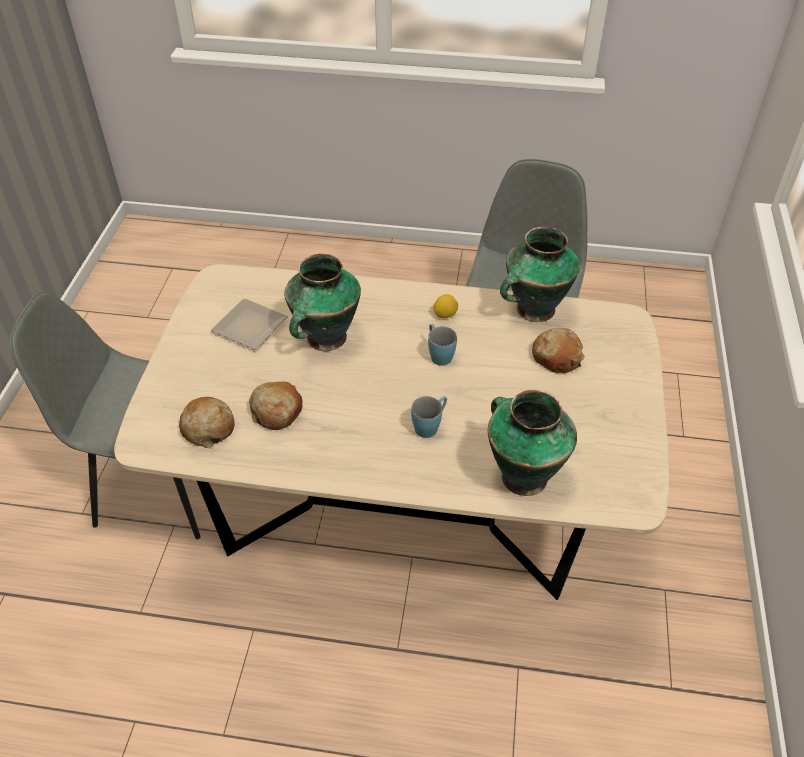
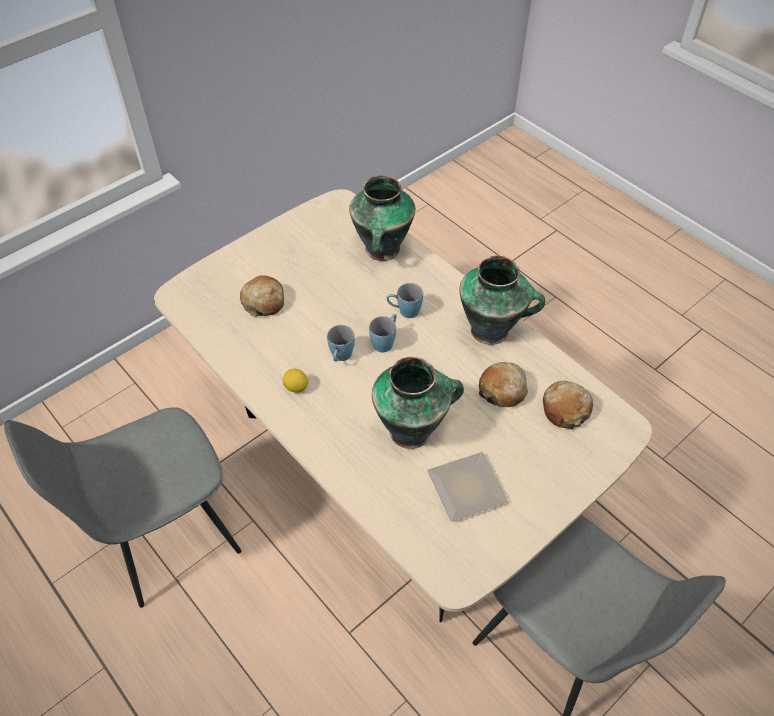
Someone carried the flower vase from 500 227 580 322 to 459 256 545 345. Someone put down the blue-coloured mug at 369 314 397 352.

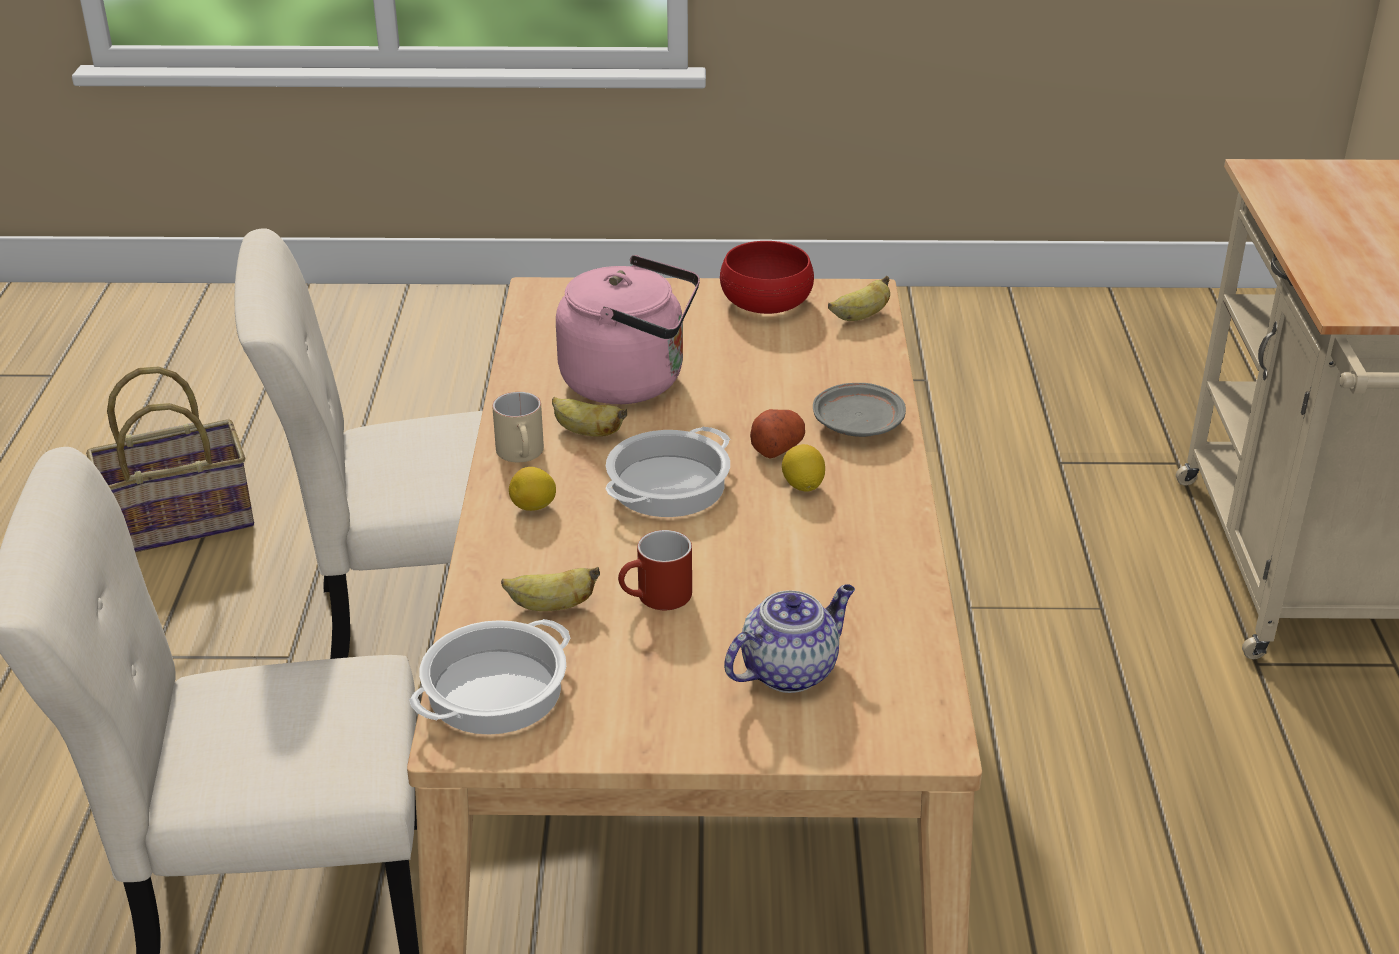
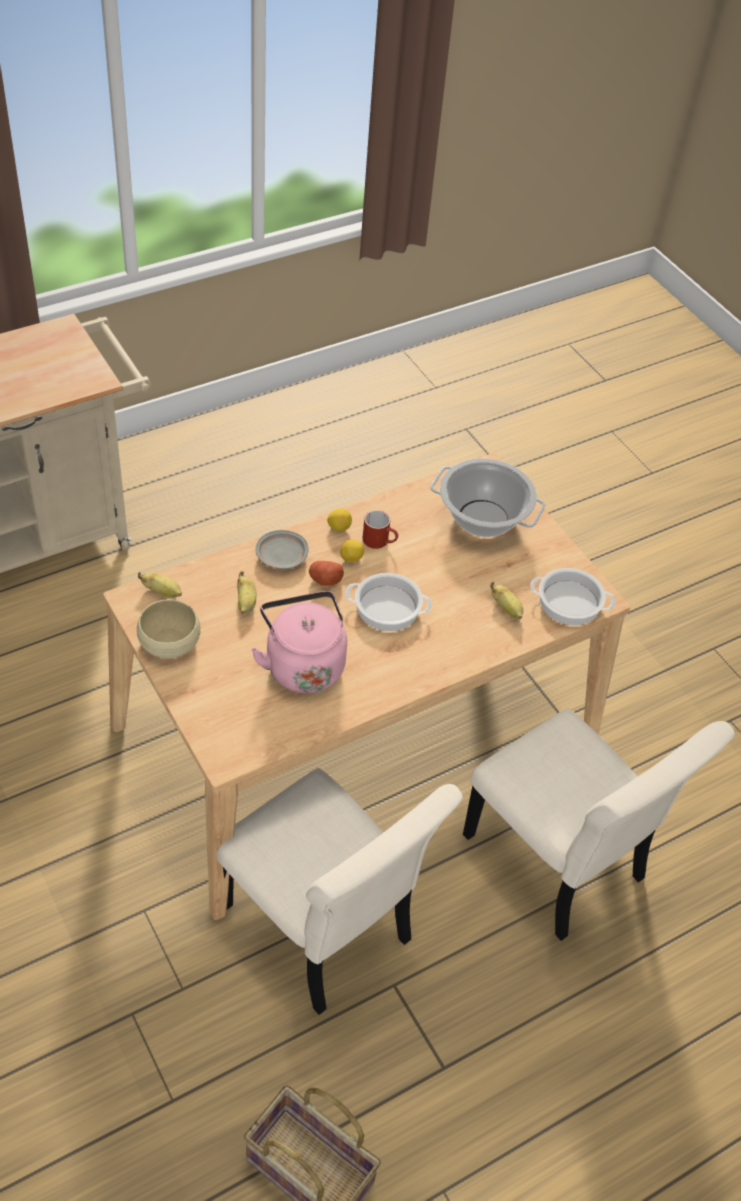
Someone repainted the red deep dish at 720 241 814 314, which became the sand-coloured deep dish at 137 599 201 658. Someone took away the sand-coloured mug at 492 392 544 462. Someone carried the banana from 552 397 627 437 to 237 571 256 614. Someone carried the whole lemon from 509 467 556 511 to 327 508 352 531. Someone carried the red mug from 618 530 692 610 to 363 510 398 549. Someone swapped the tea pot at 724 584 855 693 for the saucepot at 430 459 545 537.

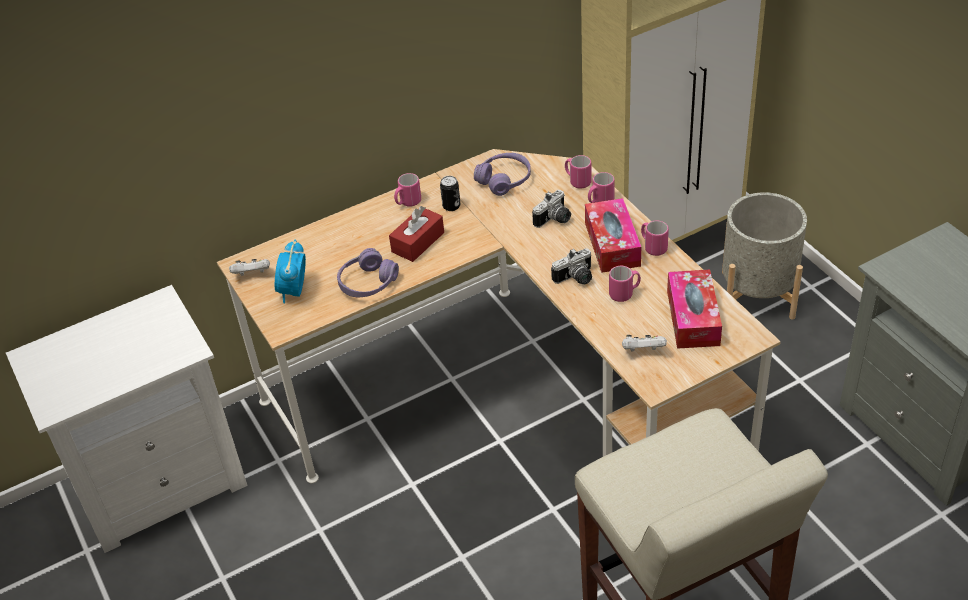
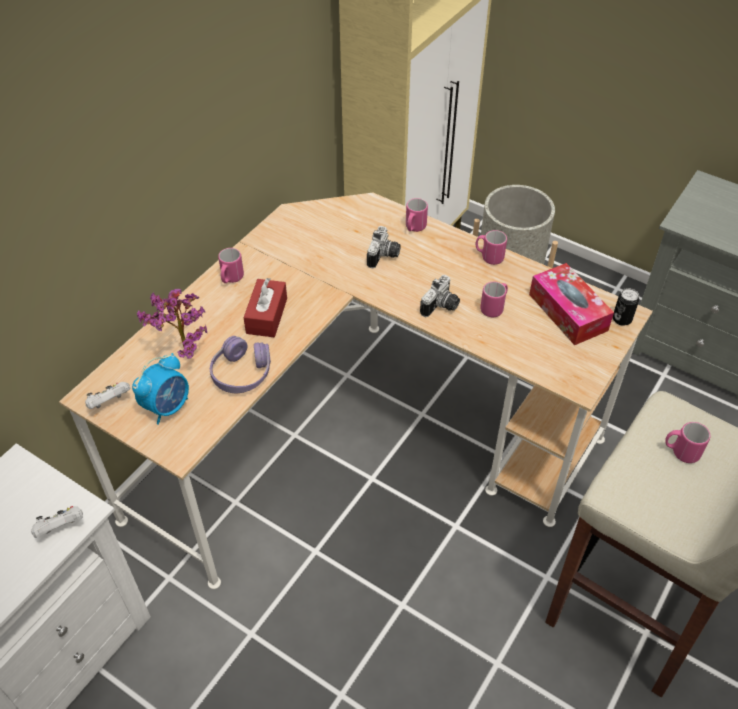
Someone took away the purplish pair of headphones at 474 153 531 196. Someone carried the pink mug from 565 155 592 189 to 665 422 710 463. Someone carried the metal can from 440 176 460 211 to 613 288 639 326. Someone took away the tissue holder at 585 198 641 273. Someone rotated the bedside clock at 275 240 306 303 by 120 degrees counterclockwise. Someone carried the whitish gamepad from 622 335 667 352 to 31 506 83 538. Someone put down the houseplant at 137 289 207 359.

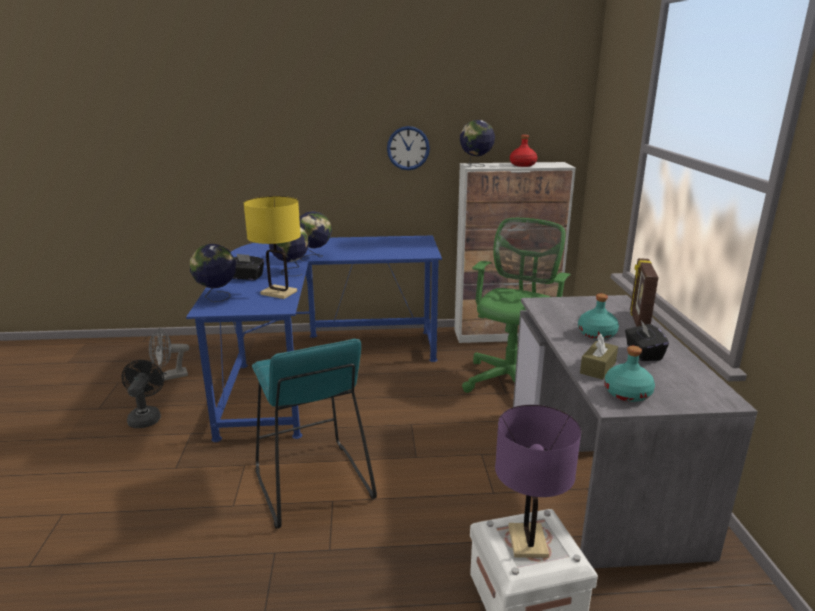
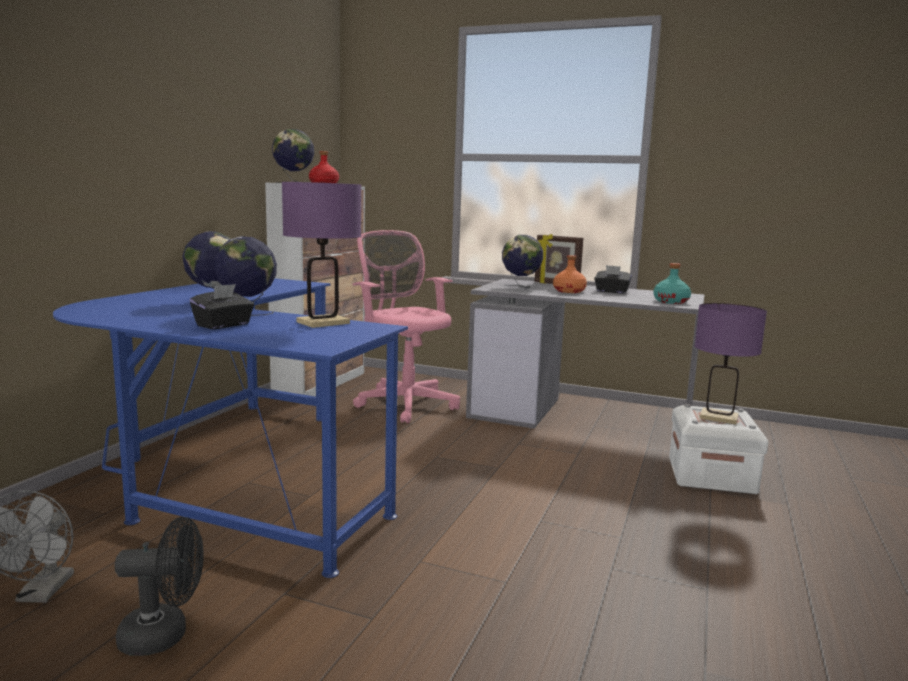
Someone took away the wall clock at 387 126 430 170. Someone repainted the yellowish lamp for a table at 244 196 301 299, which became the purplish lamp for a table at 282 182 361 328. Someone repainted the green-coloured office chair at 462 218 571 393, which became the pink office chair at 353 230 460 423. Someone carried the world globe from 190 244 236 302 to 502 235 543 288. Someone repainted the turquoise drink bottle at 578 294 619 339, which became the orange-coloured drink bottle at 553 255 587 293. Someone took away the brown-coloured tissue holder at 580 334 618 380. Someone took away the turquoise stool at 252 339 377 529. Someone rotated the black electric fan at 121 360 164 428 by 150 degrees clockwise.

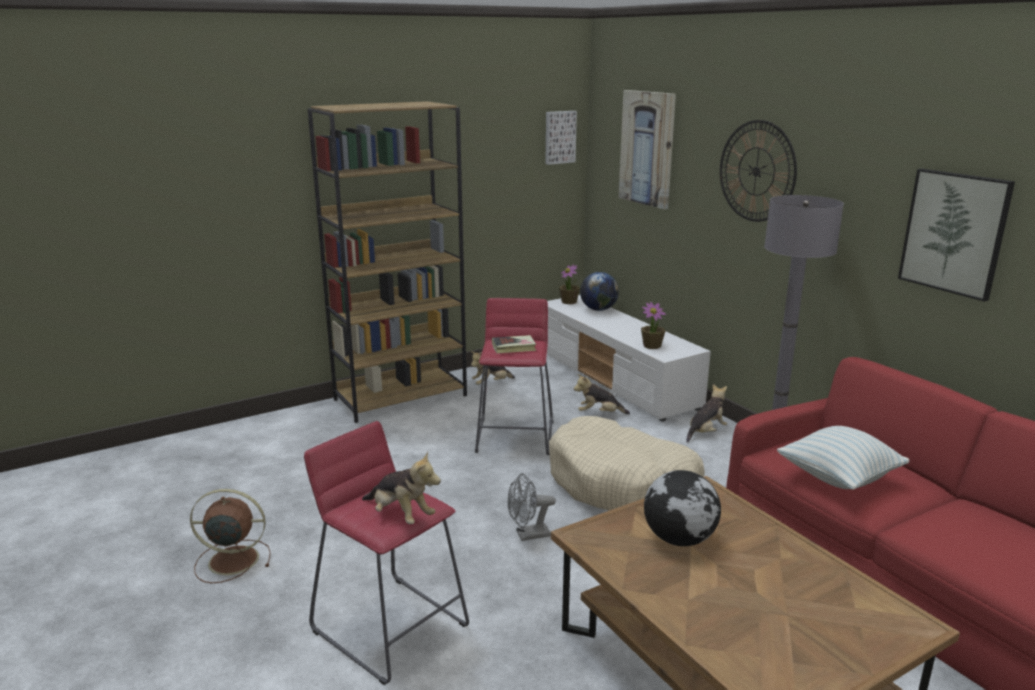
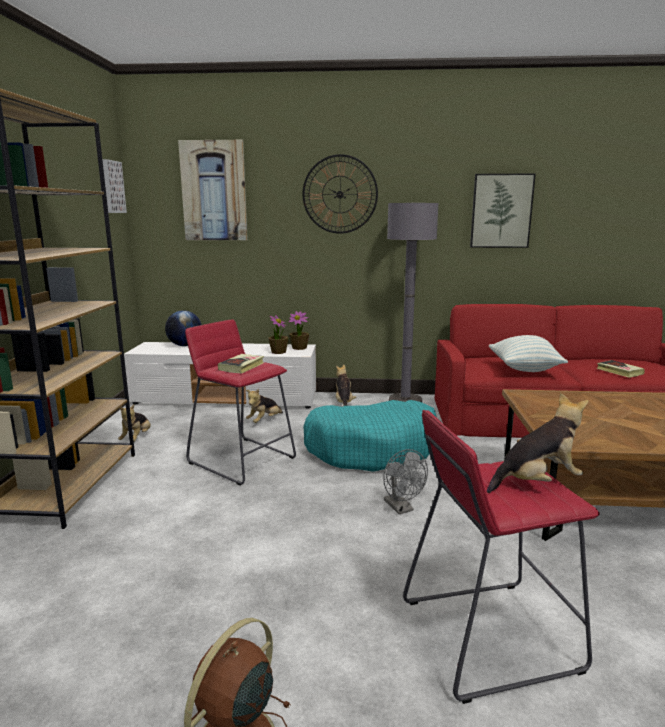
Someone carried the houseplant from 559 264 580 304 to 289 311 309 350. Someone repainted the sand-coloured dog cushion at 549 416 705 510, which became the turquoise dog cushion at 303 400 436 472. Someone took away the world globe at 644 470 721 546. Someone rotated the greyish electric fan at 508 473 556 541 by 45 degrees counterclockwise. Someone put down the book at 597 360 645 378.

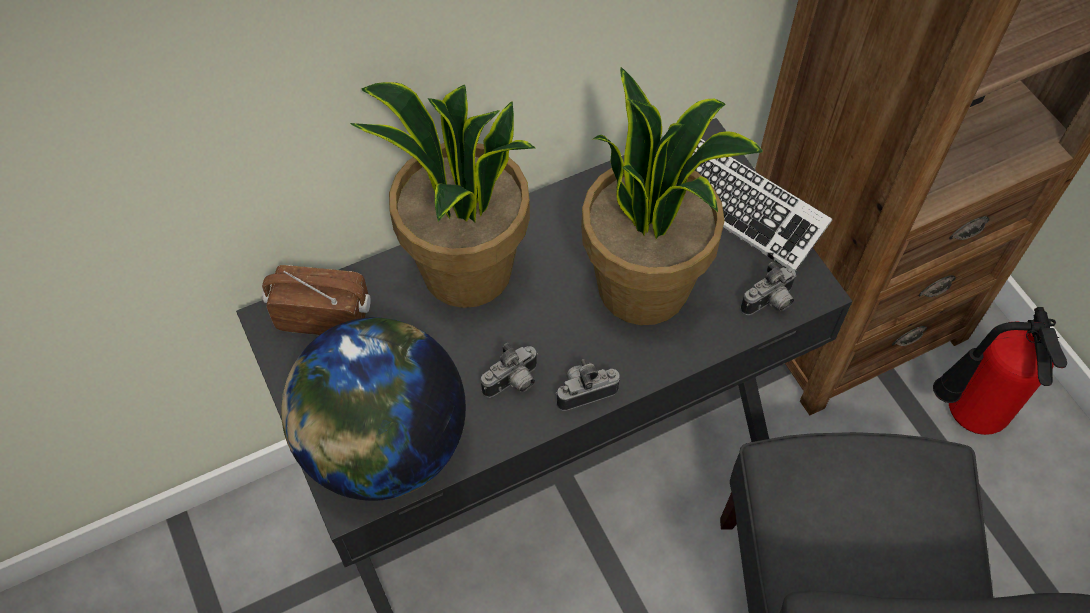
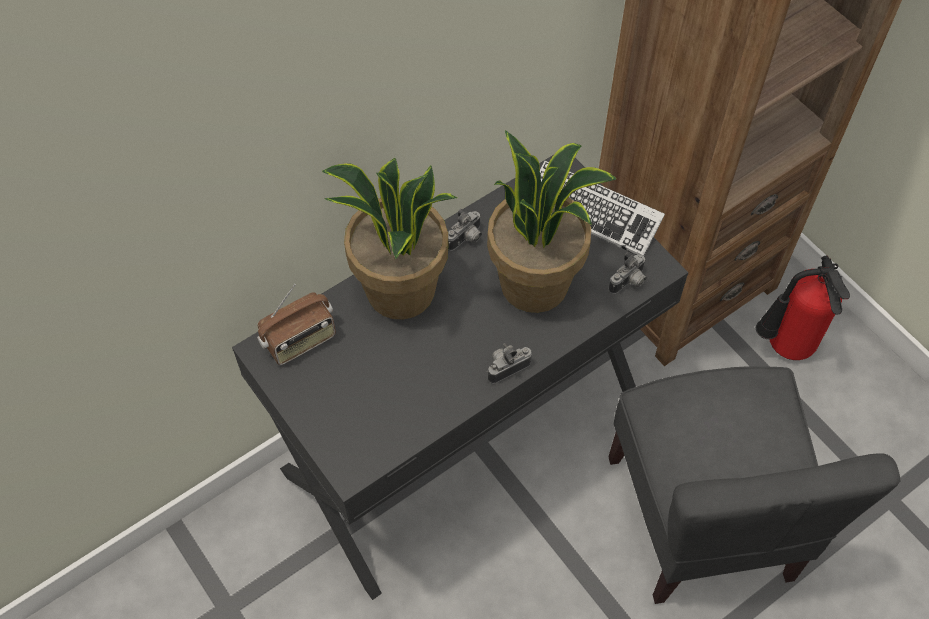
Someone rotated the radio set at 262 265 370 335 by 150 degrees clockwise. Someone took away the world globe at 281 318 466 501. Someone carried the photo camera from 481 343 538 398 to 448 209 482 251.

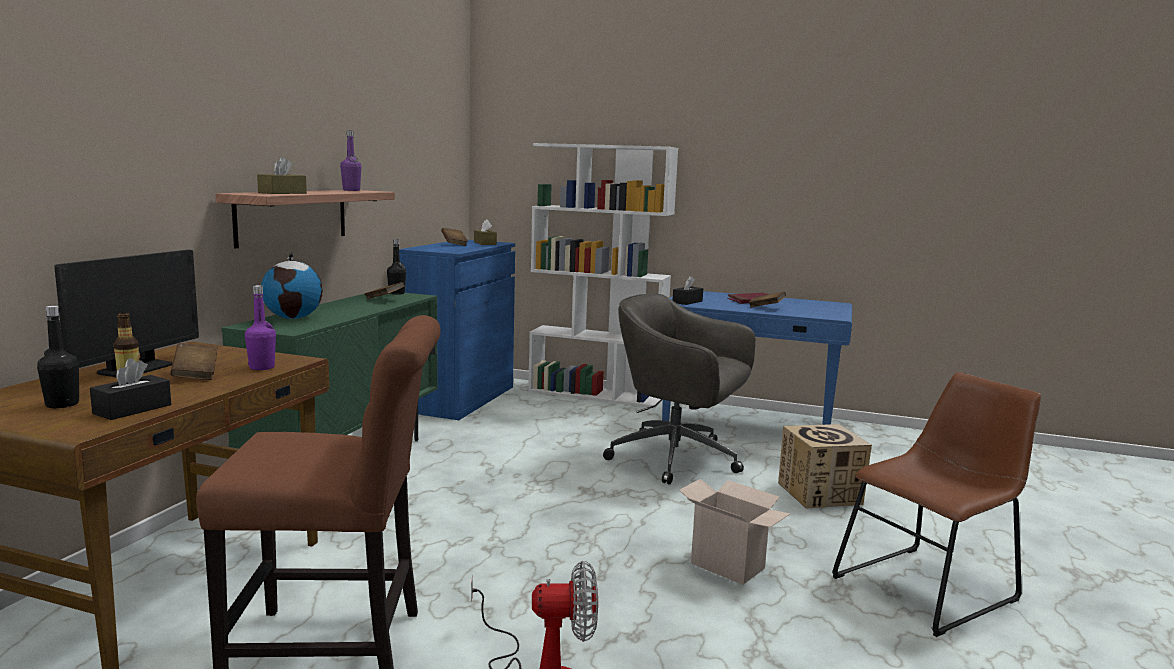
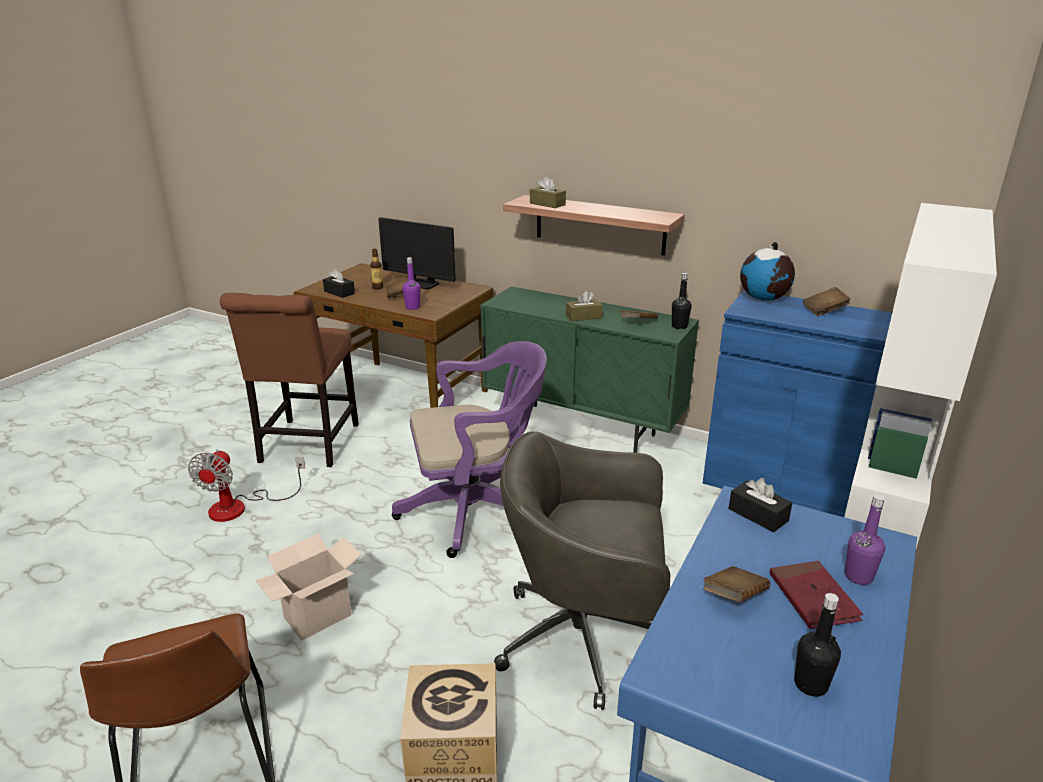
Someone carried the purplish drink bottle from 340 131 361 191 to 845 494 886 585. Someone carried the brown-coloured tissue holder from 474 219 497 245 to 566 291 603 321. Someone carried the world globe from 261 252 323 319 to 740 242 795 301. Someone rotated the greyish office chair at 603 294 756 485 by 120 degrees counterclockwise. Someone carried the black drink bottle from 37 306 79 408 to 794 593 841 697. Someone put down the purplish office chair at 392 341 547 558.

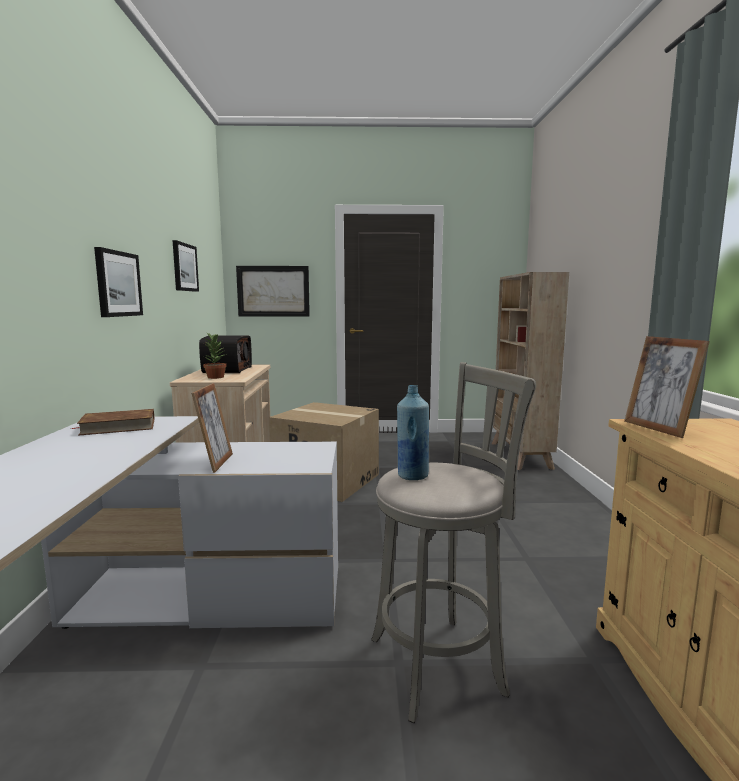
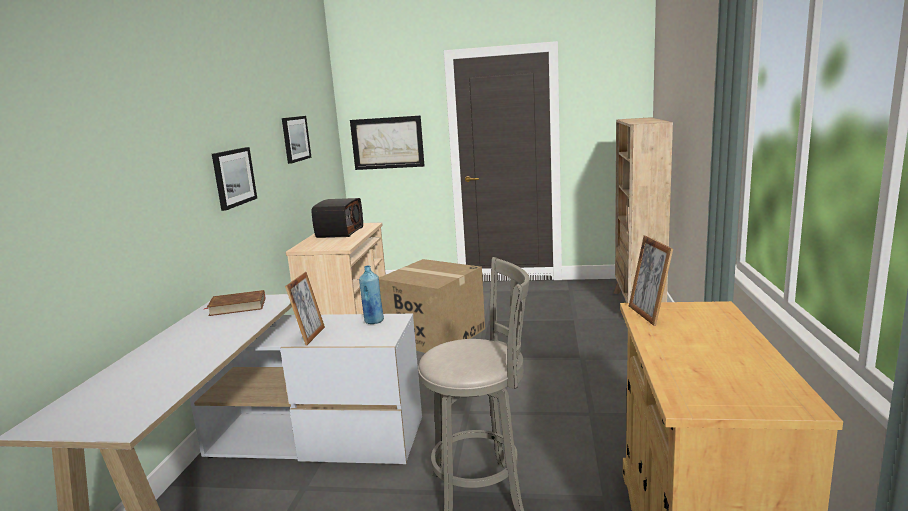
Someone took away the houseplant at 203 332 227 379. Someone carried the blue-coloured drink bottle from 397 385 429 480 to 359 265 384 324.

